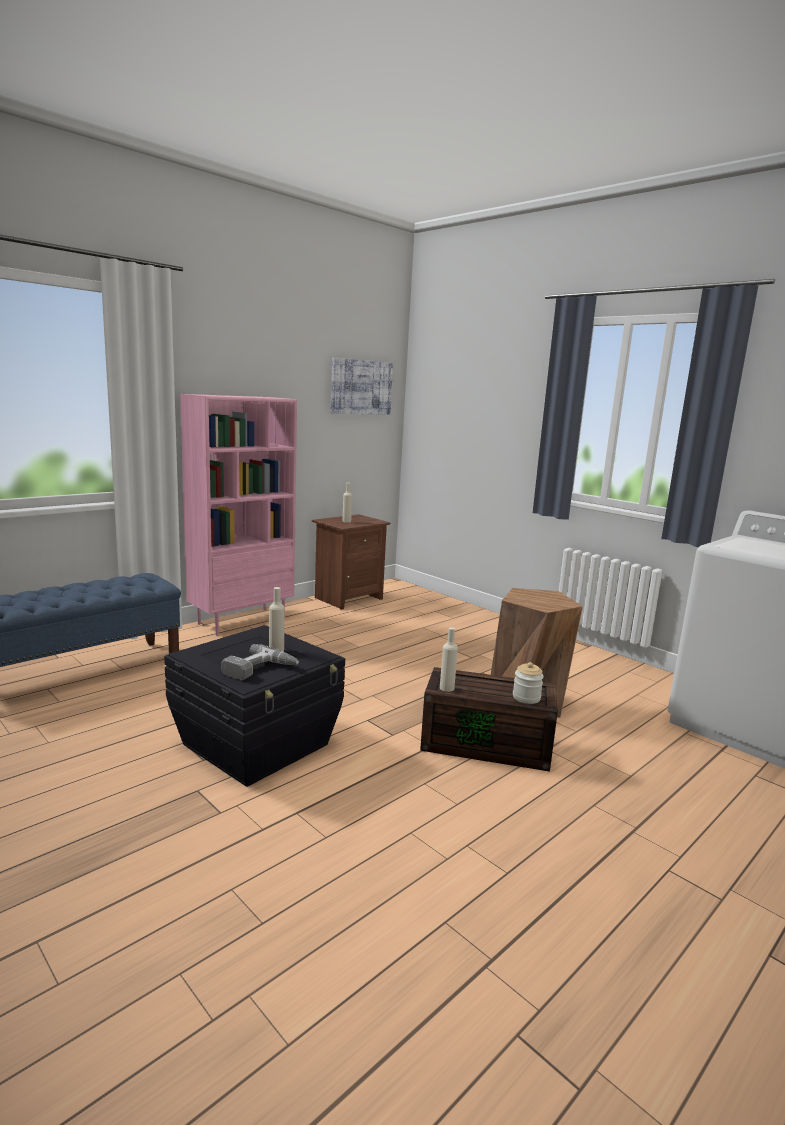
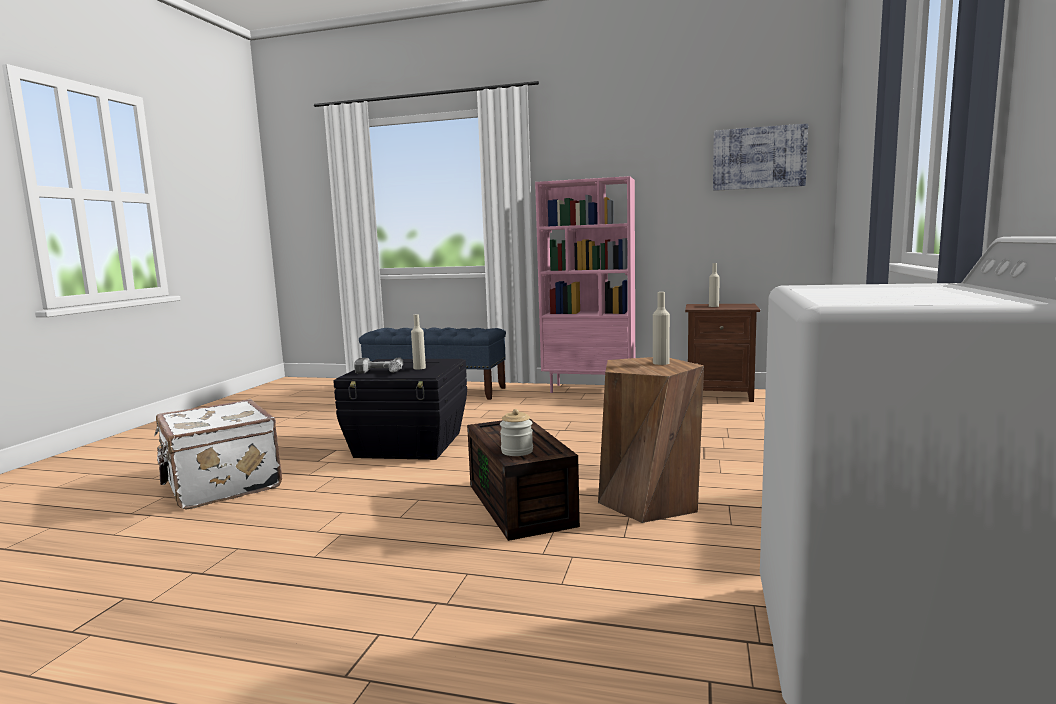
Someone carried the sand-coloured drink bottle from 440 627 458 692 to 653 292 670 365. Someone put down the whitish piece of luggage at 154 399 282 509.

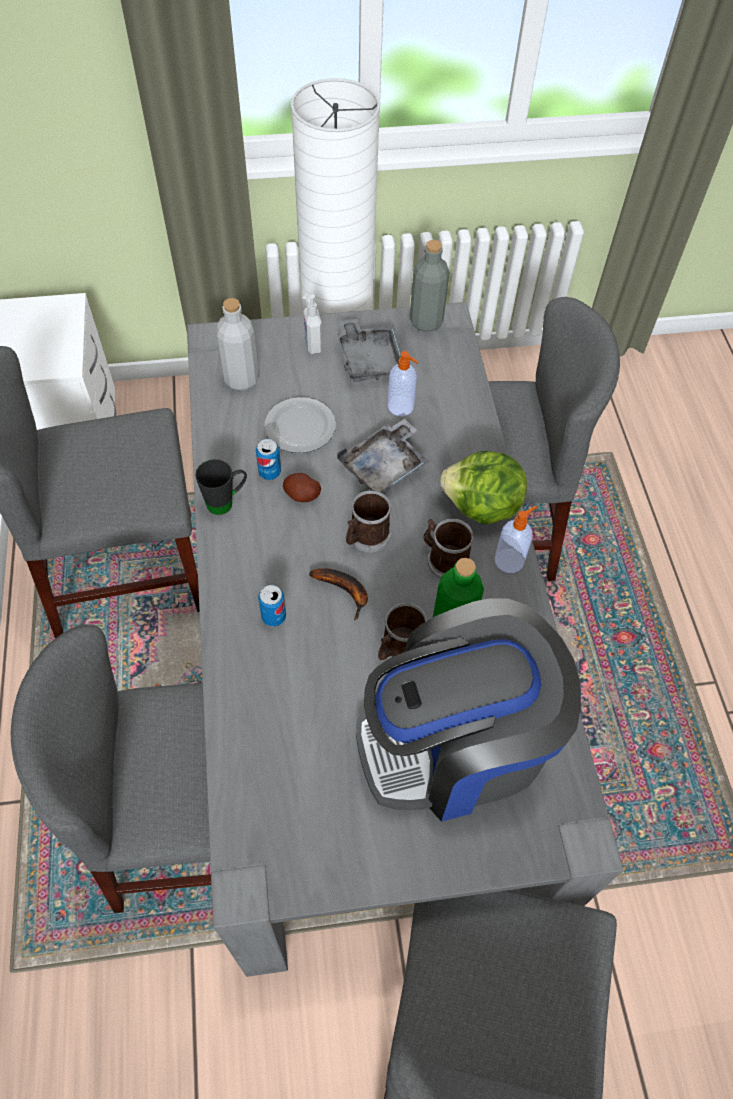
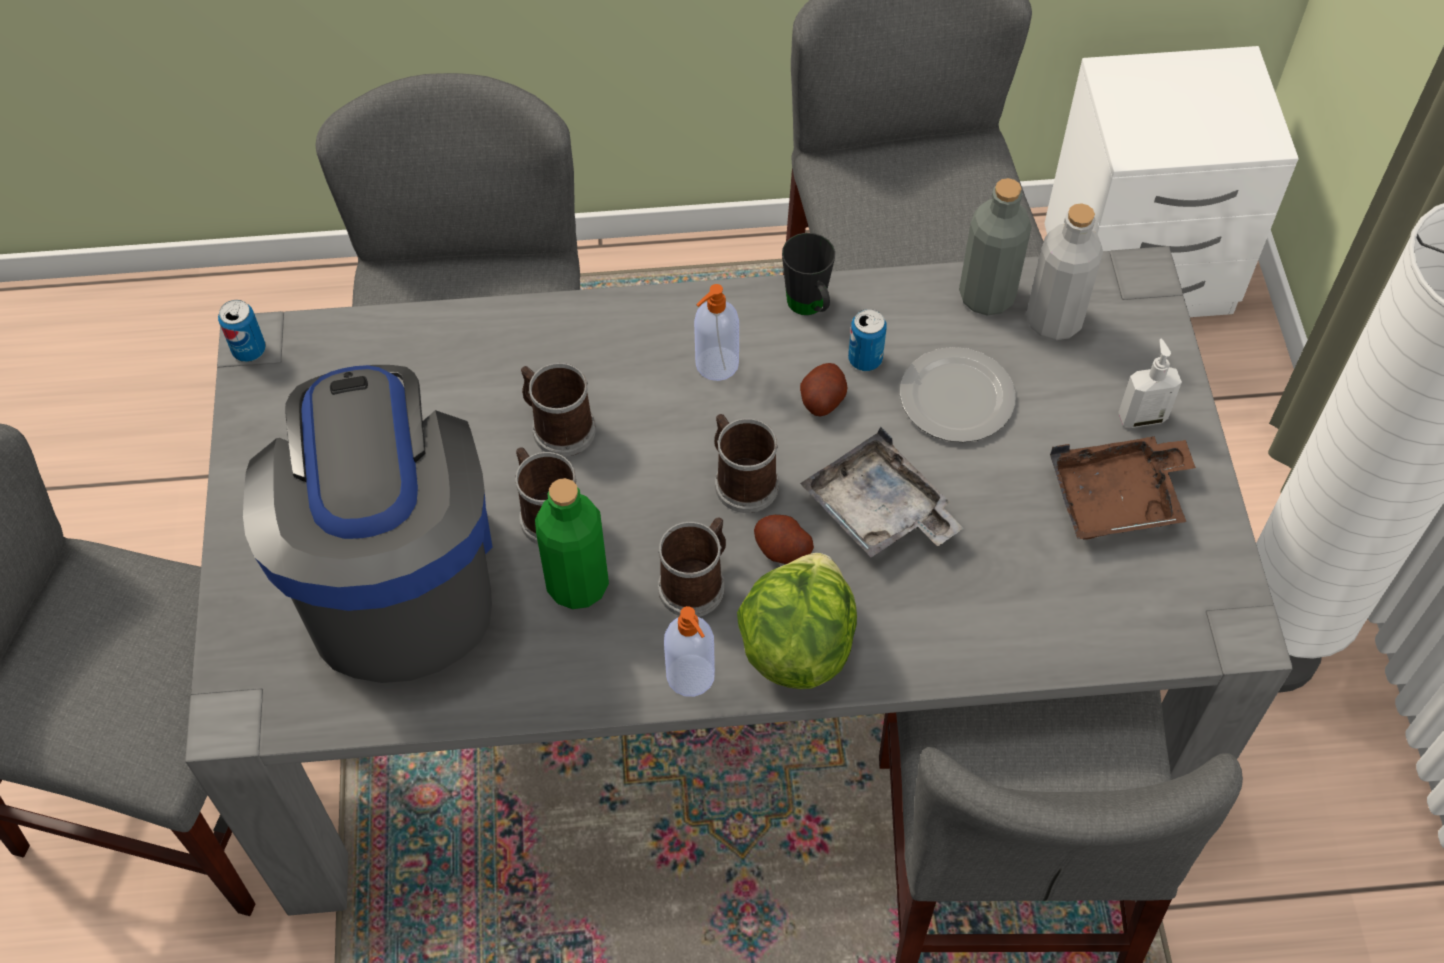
Someone carried the greyish drink bottle from 410 240 449 332 to 959 178 1032 316. Someone repainted the greyish tray at 337 318 402 382, which became the brown-coloured tray at 1050 436 1196 540. Someone carried the liquid soap bottle from 387 351 418 416 to 694 284 739 381. Someone took away the banana at 309 568 368 620. Someone carried the metal can from 258 585 286 627 to 218 300 266 362. Someone put down the mug at 521 363 596 457. Someone put down the spud at 754 515 814 564.

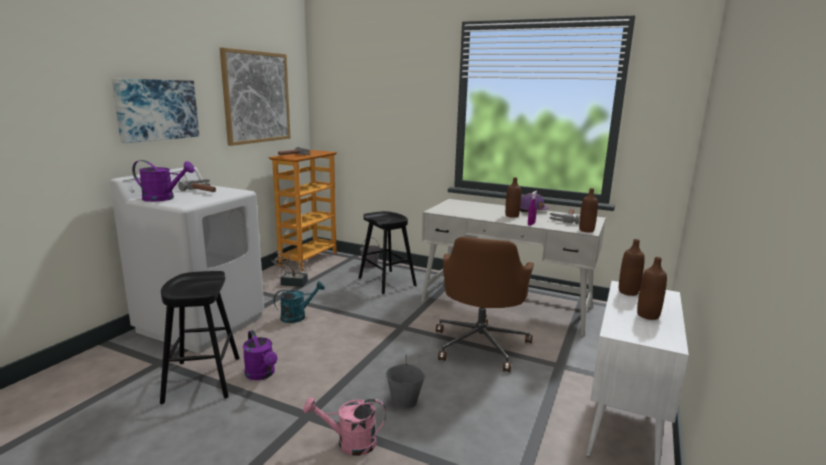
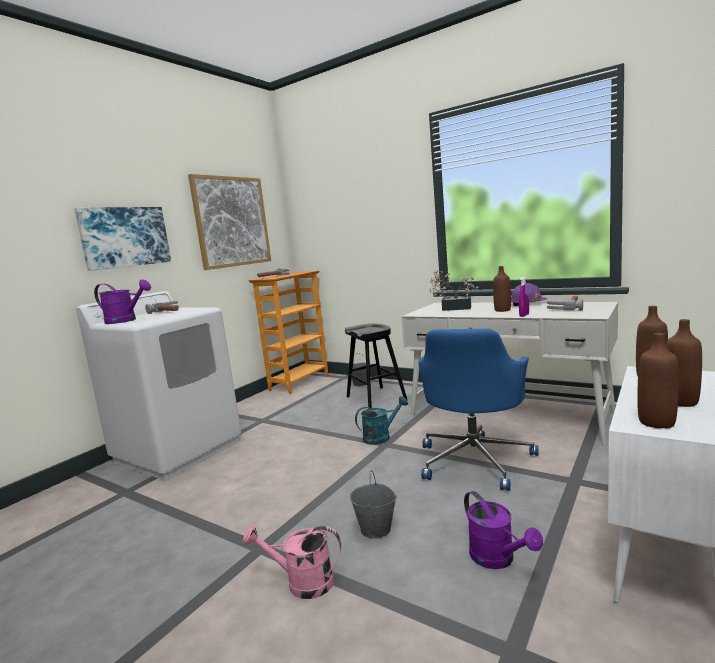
Someone carried the brown-coloured drink bottle from 579 188 598 232 to 637 333 679 428. Someone repainted the brown-coloured office chair at 436 236 534 372, which became the blue-coloured office chair at 418 329 538 491. Someone carried the houseplant from 271 250 312 287 to 429 270 479 311. Someone took away the black stool at 160 271 239 404. Someone carried the turquoise watering can from 274 281 325 323 to 355 396 408 445. Someone carried the purplish watering can from 243 330 277 380 to 464 491 543 569.

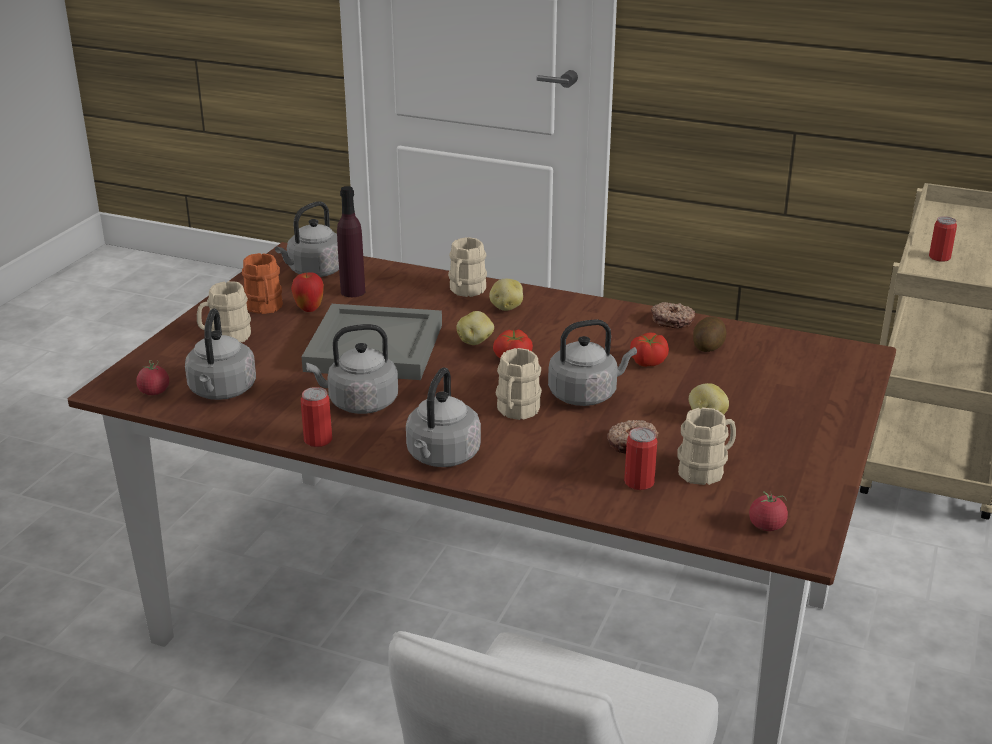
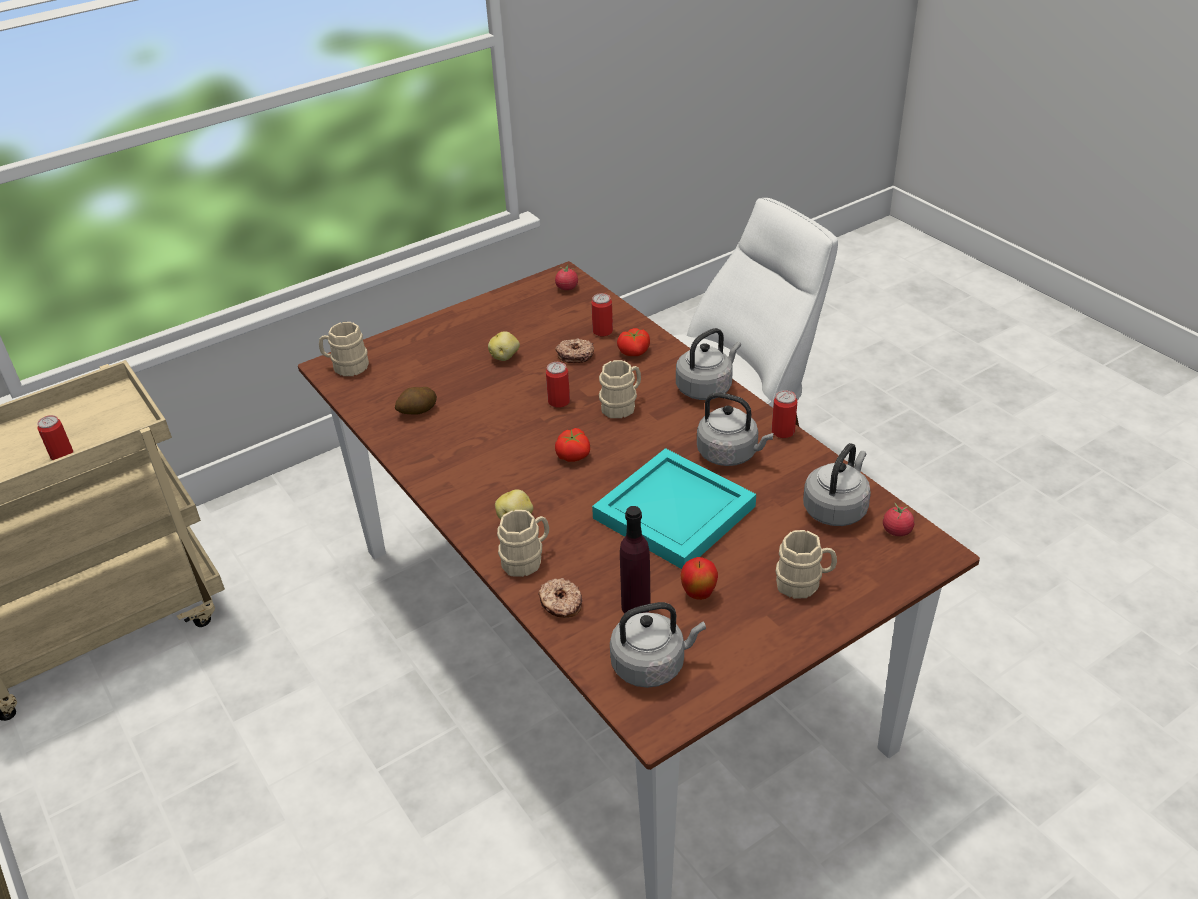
Someone took away the orange-coloured mug at 242 253 283 314. Someone carried the ring doughnut from 651 302 696 328 to 538 578 582 618. Someone repainted the greyish tray at 302 304 442 380, which became the turquoise tray at 592 448 756 569. Someone took away the spud at 456 311 494 345. Someone swapped the greyish tea kettle at 548 319 637 406 for the metal can at 546 362 570 408. Someone carried the tomato from 630 332 669 367 to 617 328 650 356. Someone carried the sand-coloured mug from 677 408 736 485 to 319 322 369 376.

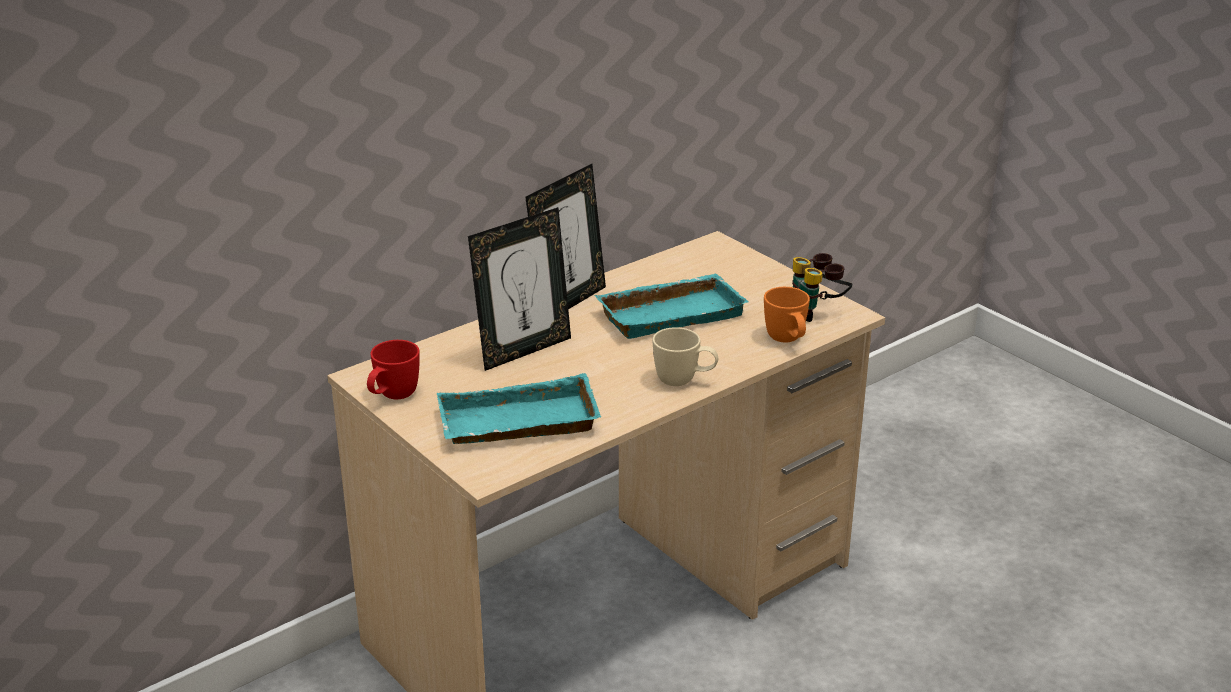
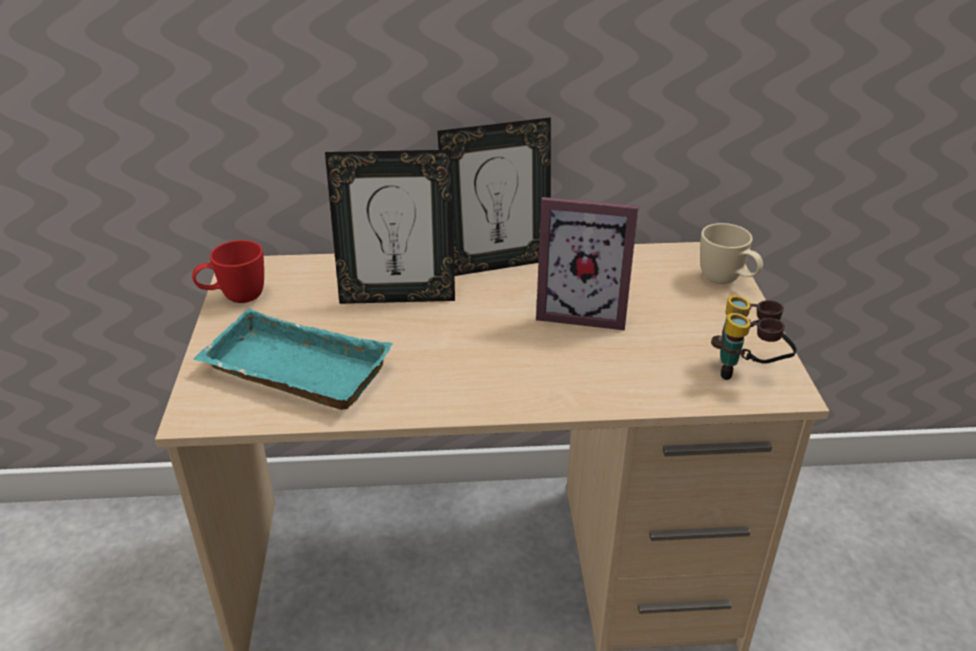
Someone swapped the turquoise tray at 594 274 748 339 for the standing frame at 536 197 639 330. Someone took away the orange-coloured mug at 764 287 810 342. Someone carried the sand-coloured mug from 652 327 718 386 to 700 223 763 284.

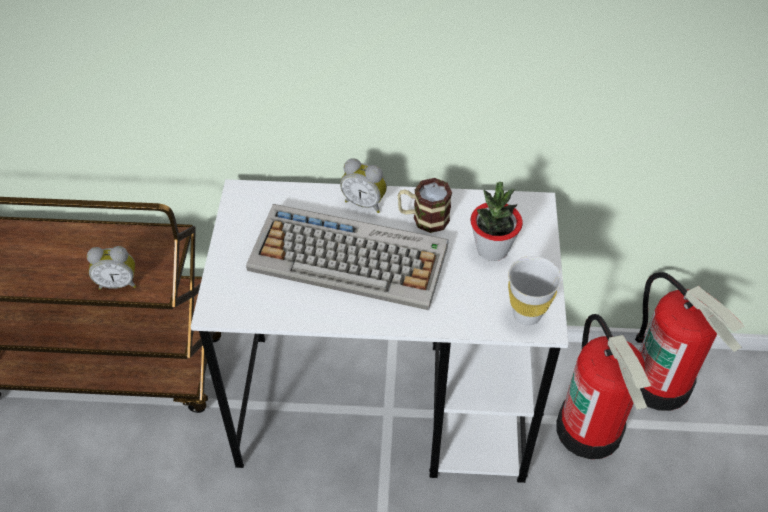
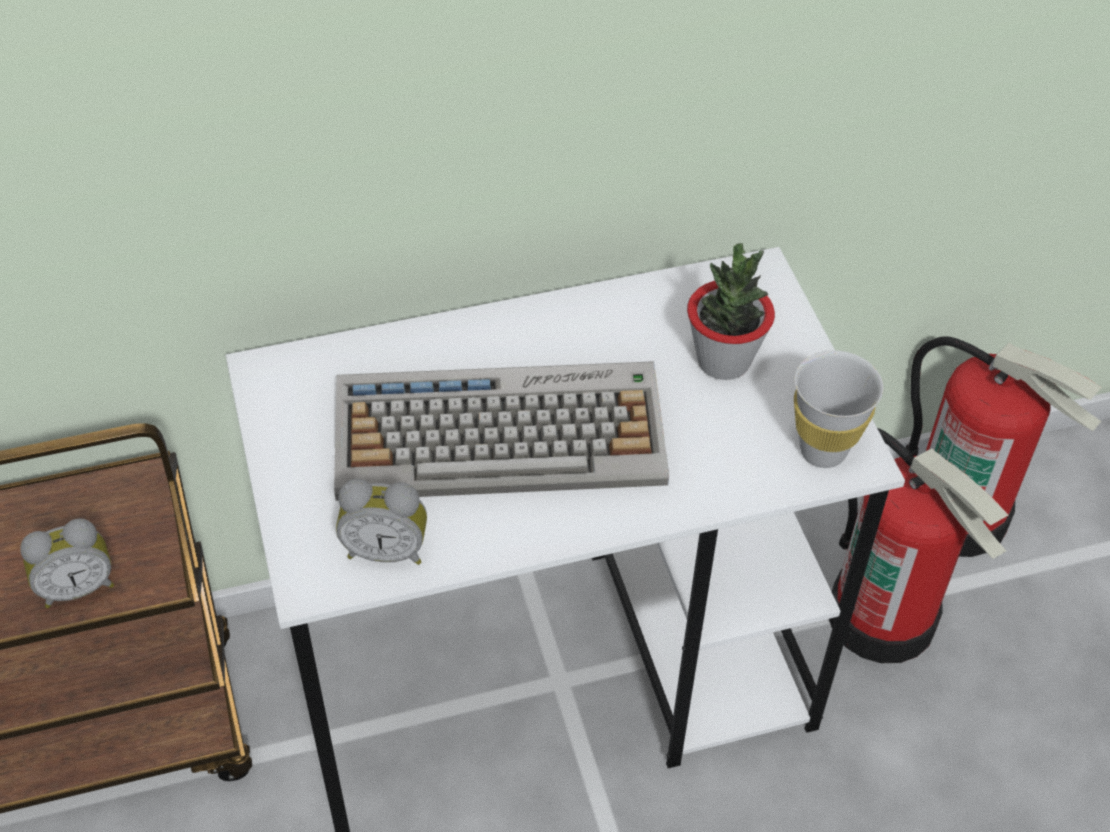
Someone carried the bedside clock from 340 158 387 213 to 336 479 427 565. Someone took away the mug at 398 178 452 233.

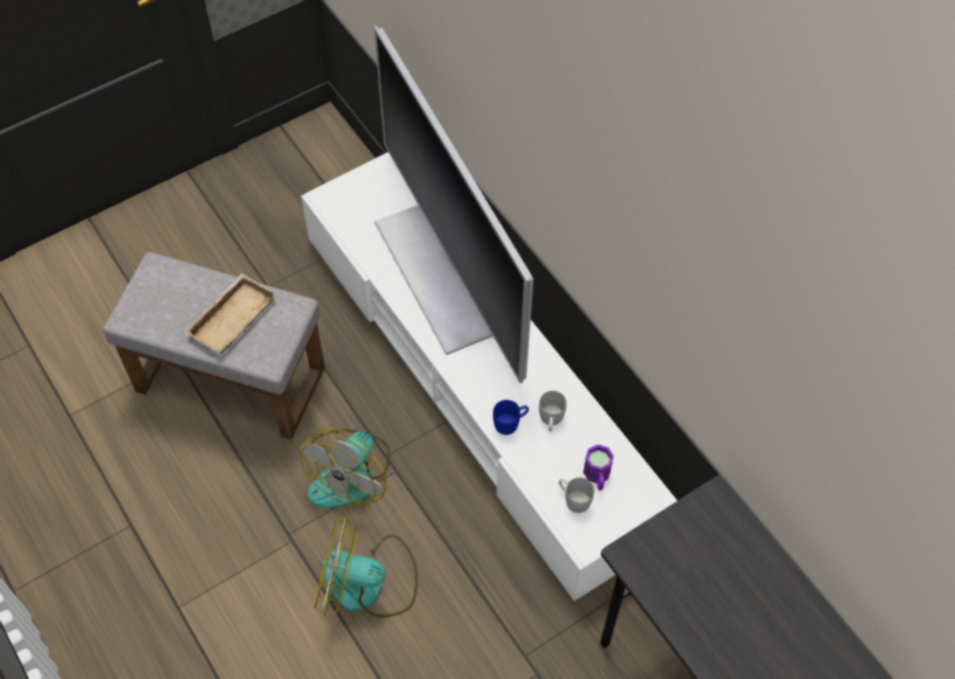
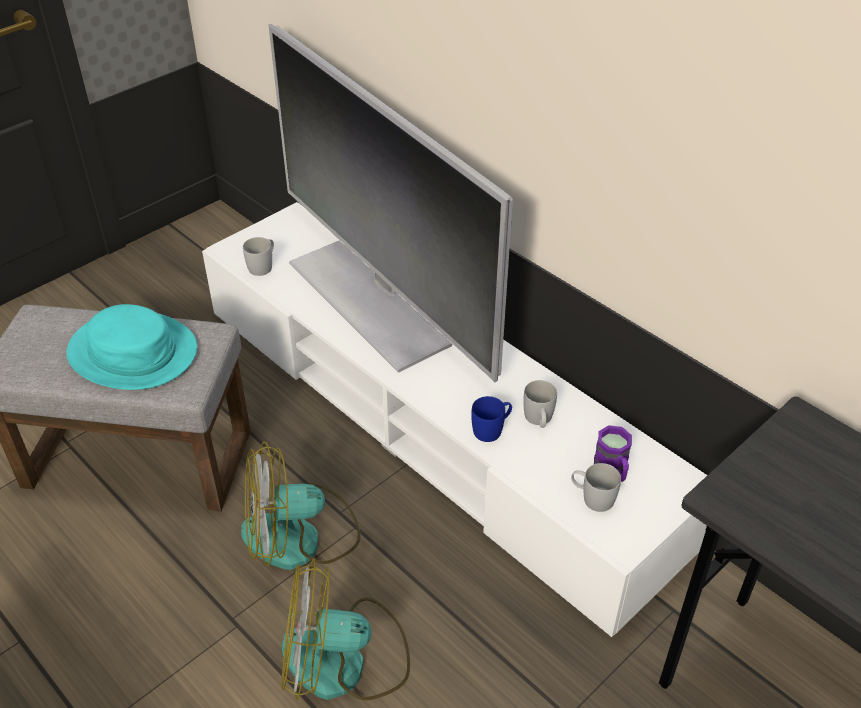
Someone swapped the sand-coloured tray at 185 274 276 354 for the turquoise clothing hat at 66 304 197 390. Someone rotated the electric fan at 300 428 390 508 by 60 degrees clockwise. Someone put down the whitish mug at 243 237 274 276.

